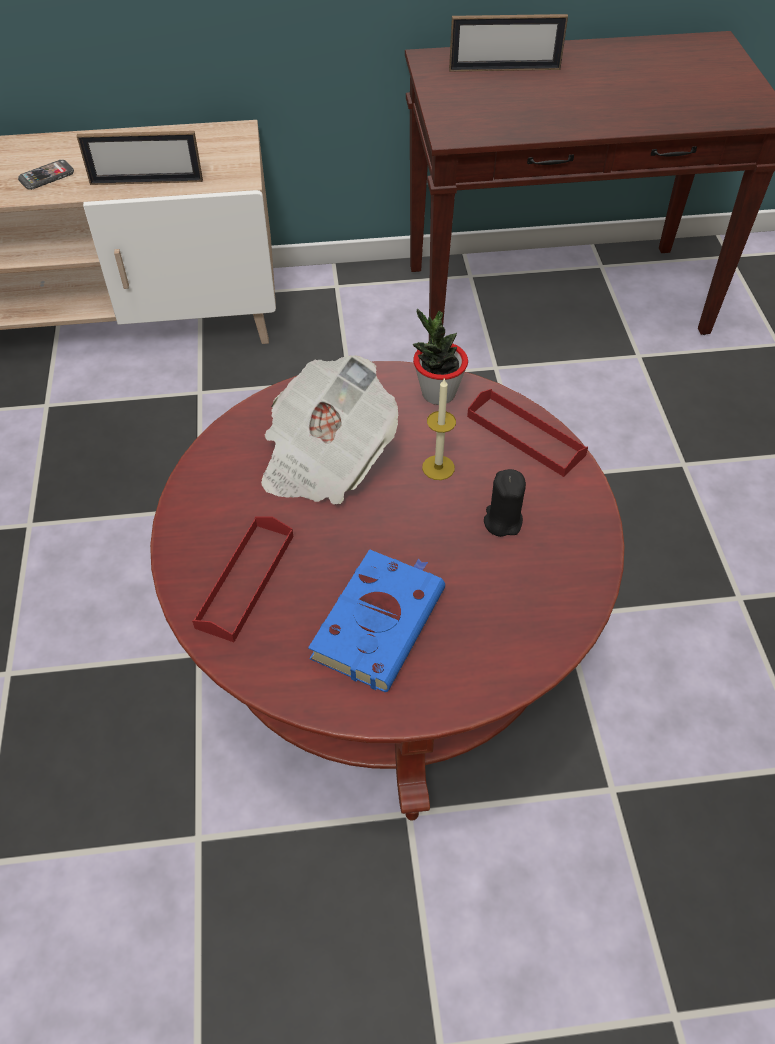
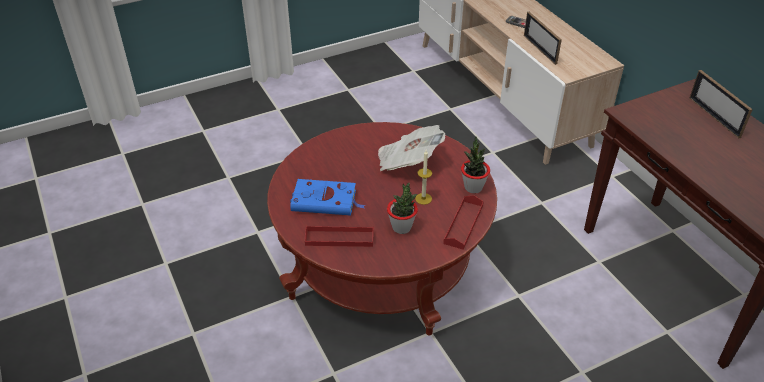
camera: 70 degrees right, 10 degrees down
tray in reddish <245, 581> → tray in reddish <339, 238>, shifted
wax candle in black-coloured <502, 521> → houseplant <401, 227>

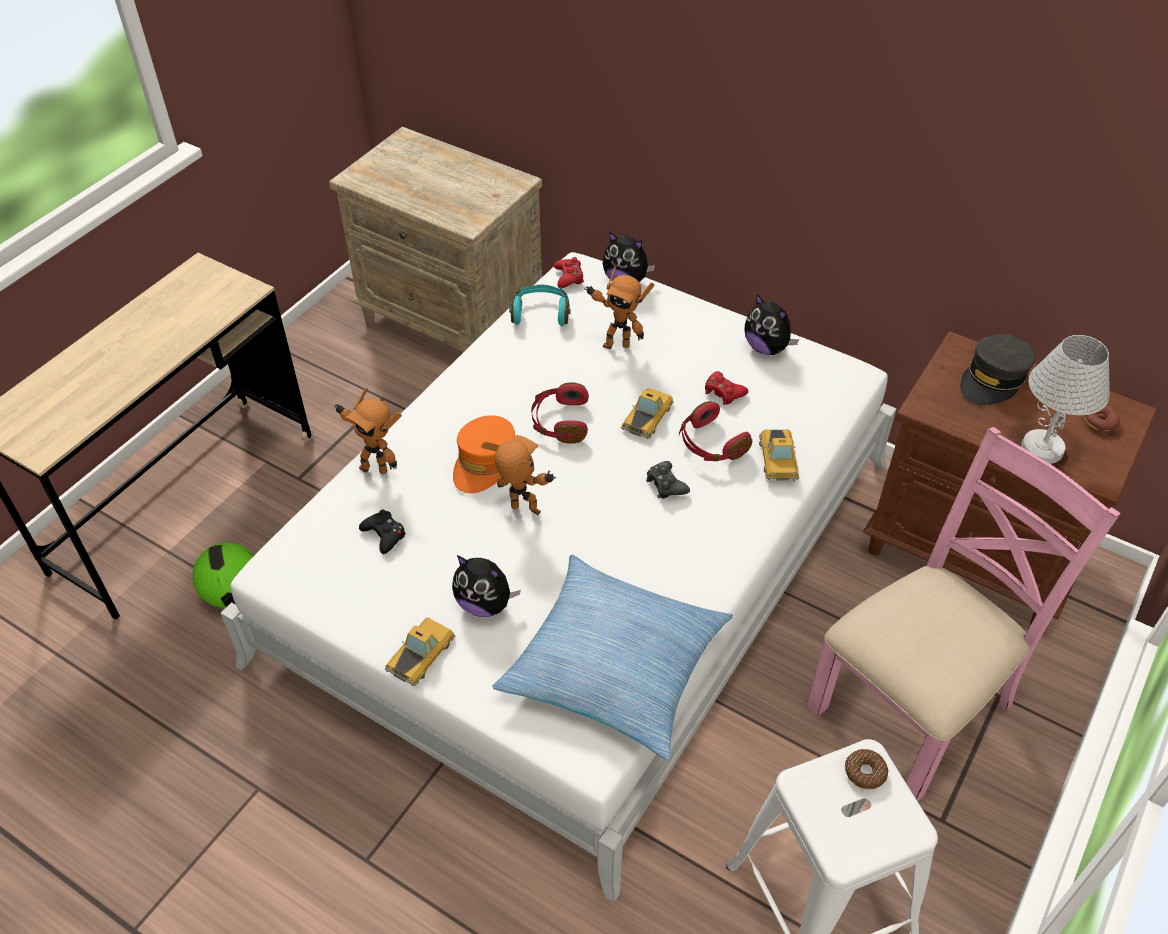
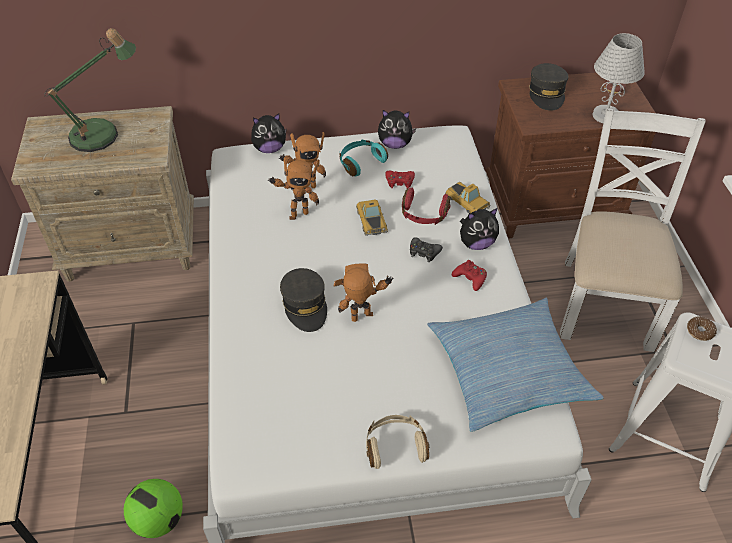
camera: 40 degrees left, 0 degrees up
gamepad in black-coloured <384, 535> → -
pair of headphones in reddish <560, 422> → -
- → table lamp <102, 134>
model robot <375, 467> → model robot <297, 214>, shifted
soft toy <485, 604> → soft toy <476, 243>, shifted
pair of headphones in turquoise <540, 313> → pair of headphones in turquoise <361, 162>, shifted
gamepad in reddish <569, 277> → gamepad in reddish <470, 278>, shifted
toy car <421, 653> → pair of headphones in beige <395, 446>
cap in orange-coloured <484, 462> → cap in greyish <305, 305>
chair in pink <913, 705> → chair in white-coloured <605, 302>

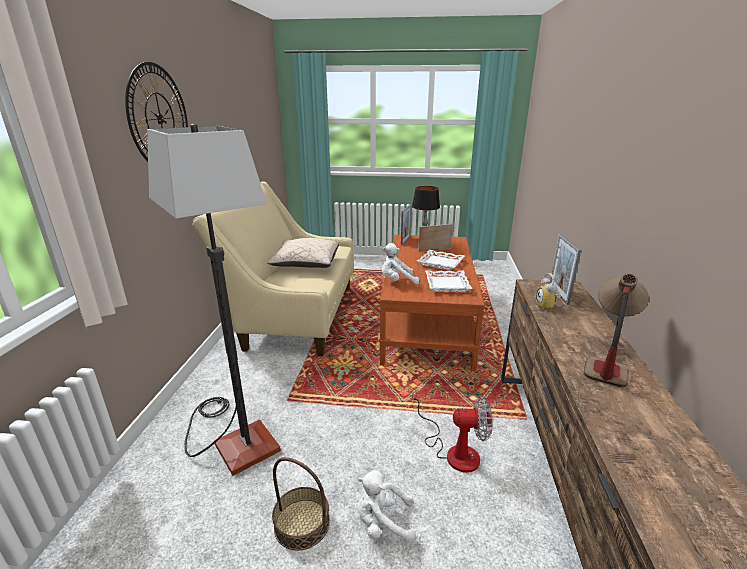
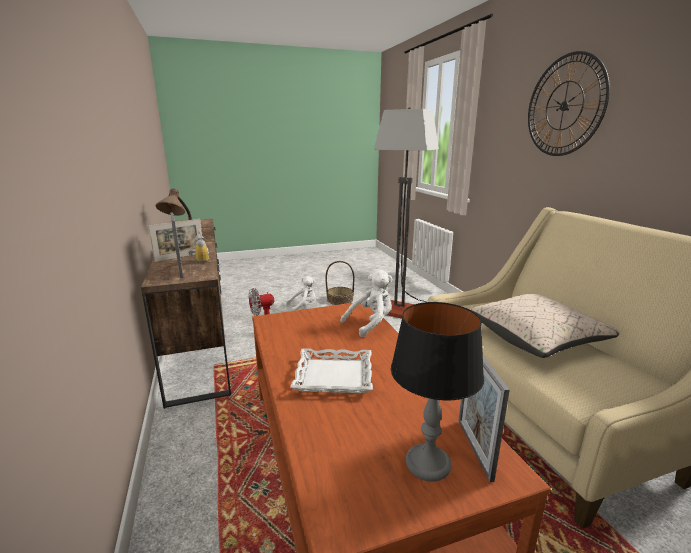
camera: 155 degrees right, 5 degrees down
tray in white-coloured <447, 284> → -
standing frame <434, 250> → standing frame <180, 257>, shifted

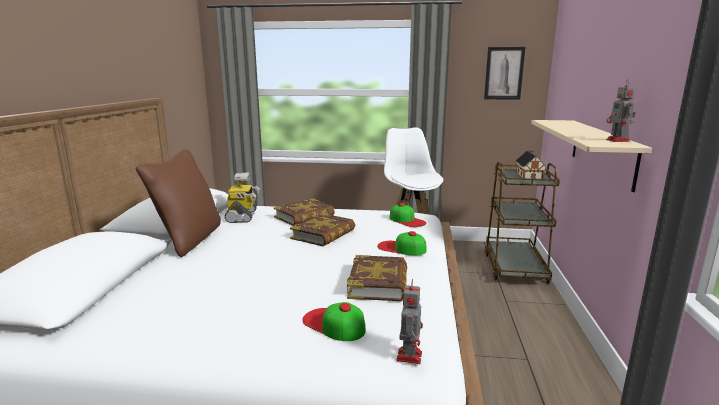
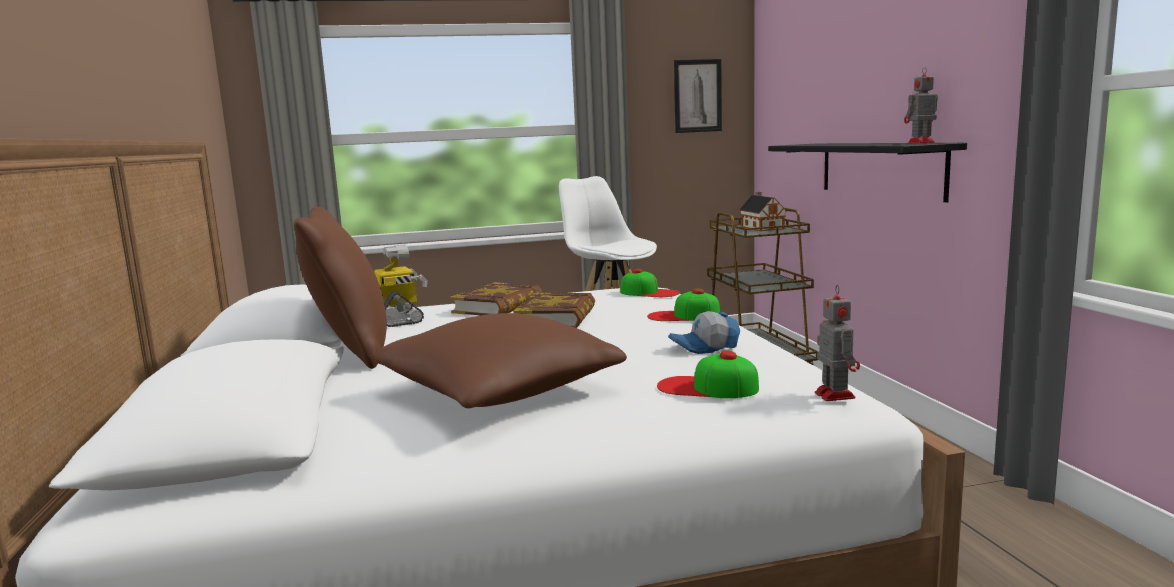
camera: 20 degrees left, 5 degrees down
- → throw pillow in brown-coloured <499, 391>
volume <378, 283> → cap <705, 347>
shelf in beige <602, 151> → shelf in black-coloured <880, 169>
model robot <618, 140> → model robot <919, 143>, 105 degrees clockwise

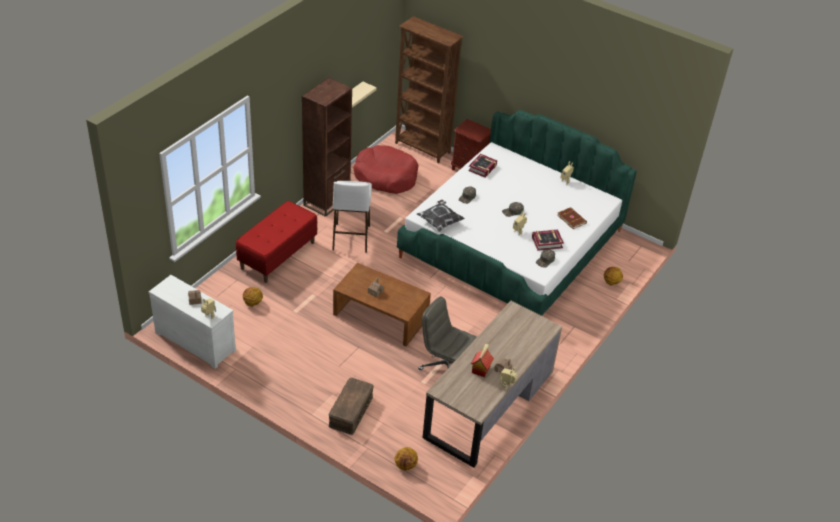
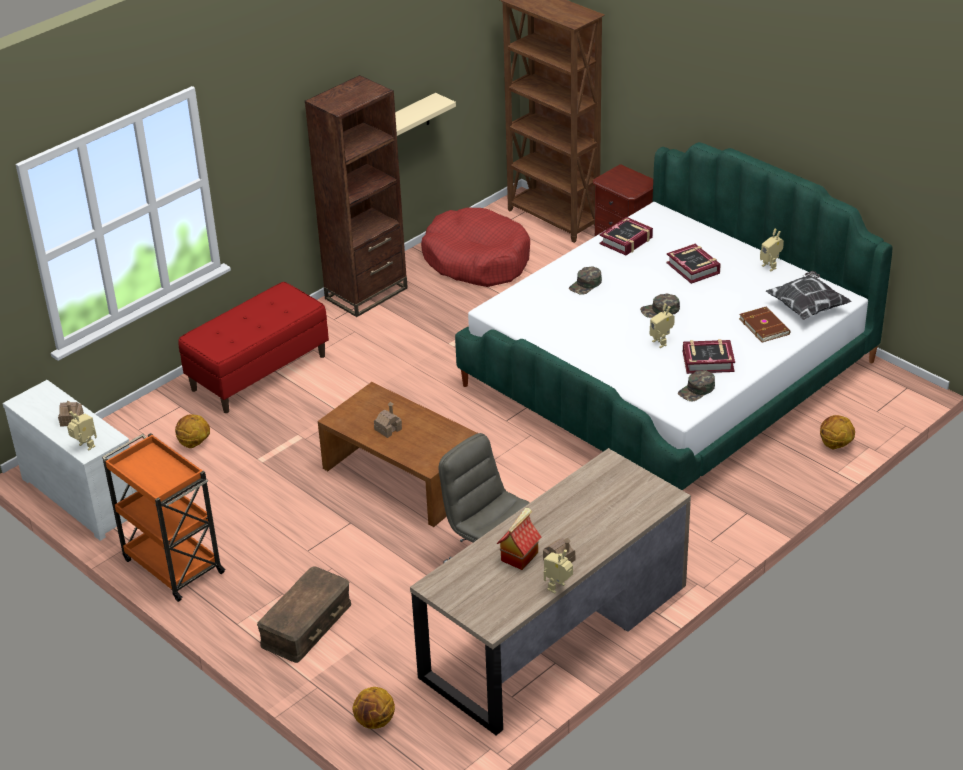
camera: 15 degrees right, 5 degrees down
stool seat in white-coloured <351, 238> → -
- → wheeled cart in orange-coloured <172, 565>
- → volume <693, 268>
throw pillow <439, 222> → throw pillow <807, 307>, shifted

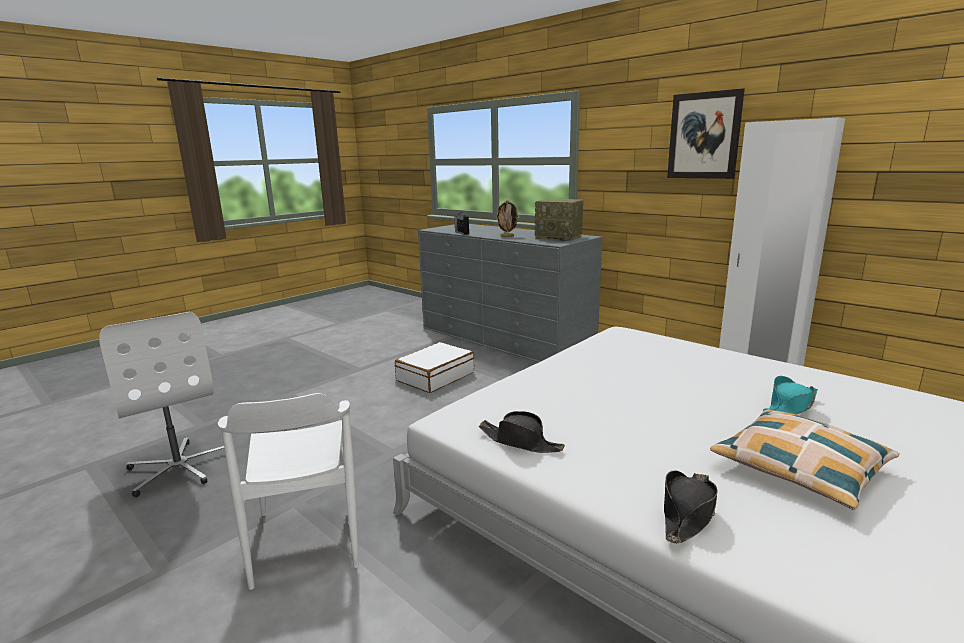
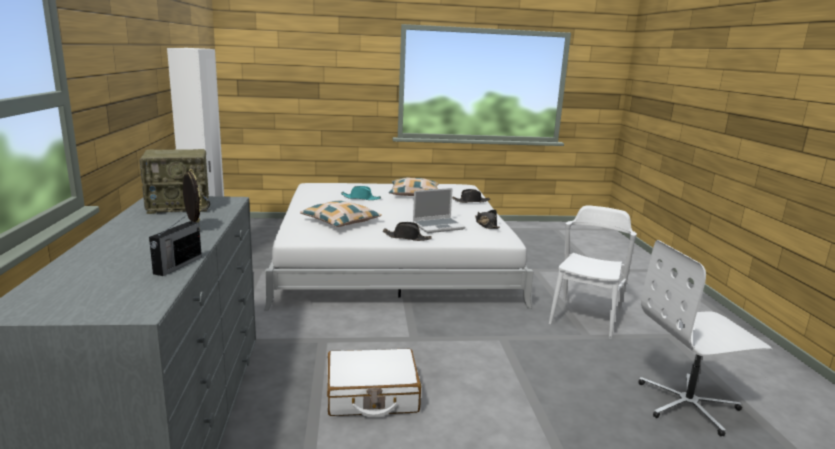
camera: 140 degrees left, 0 degrees up
picture <704, 136> → -
- → throw pillow <341, 221>
- → hat in black-coloured <407, 237>
- → portable computer <438, 226>
office chair in white-coloured <180, 467> → office chair in white-coloured <688, 404>, 105 degrees counterclockwise
radio set <559, 237> → radio set <180, 206>, 90 degrees clockwise

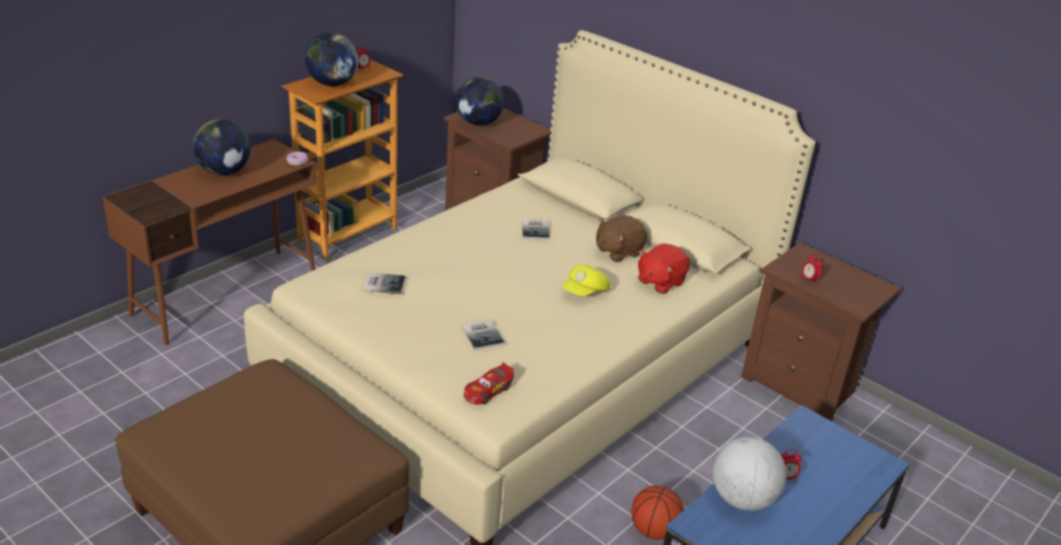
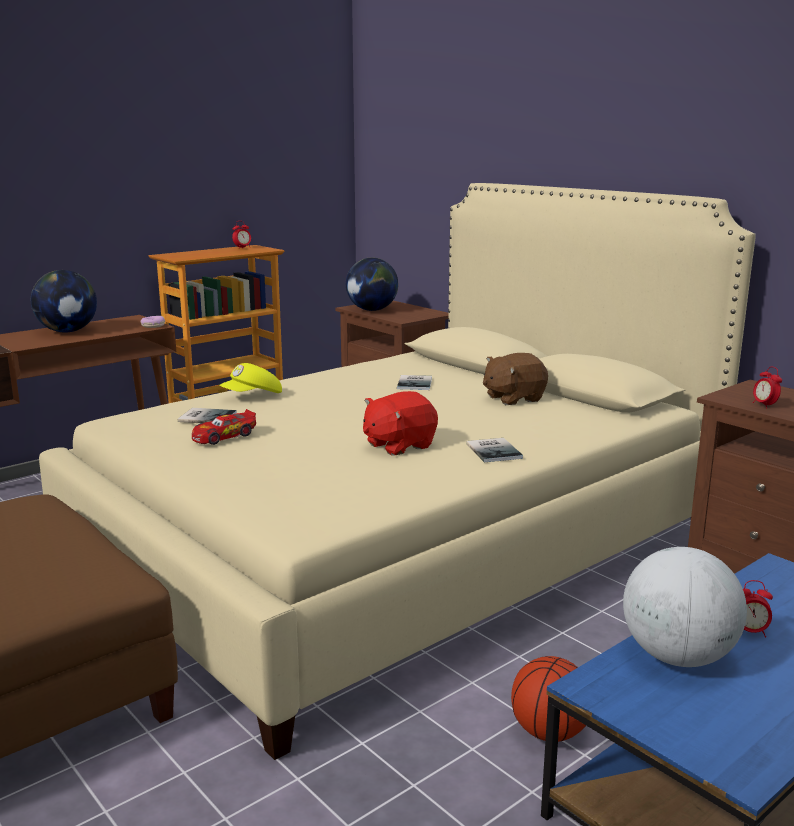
camera: 10 degrees right, 15 degrees down
world globe <332, 84> → -
volume <483, 334> → volume <495, 450>, shifted
toy car <487, 391> → toy car <223, 436>, shifted
cap in yellowish <586, 292> → cap in yellowish <252, 396>, shifted
soft toy in reddish <660, 282> → soft toy in reddish <398, 445>, shifted

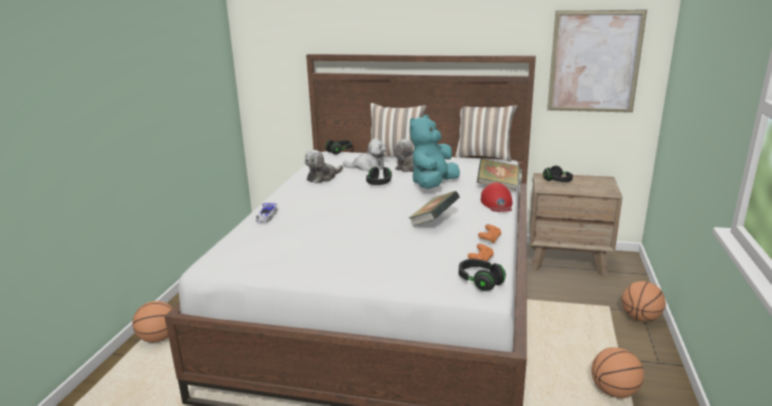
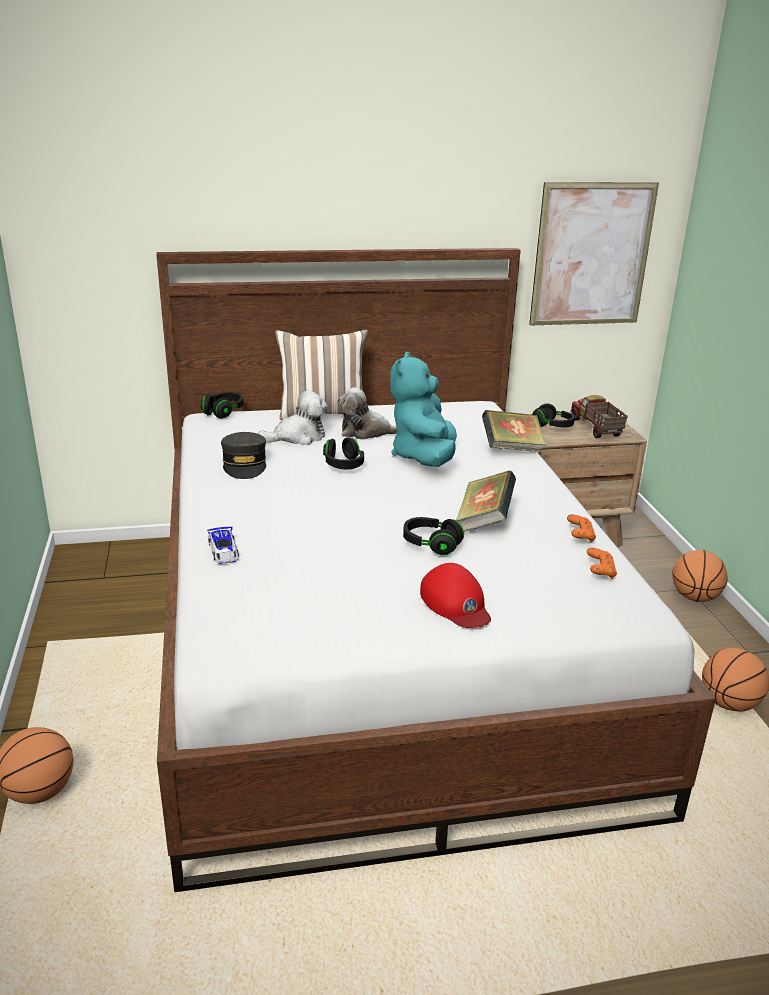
camera: 25 degrees left, 5 degrees up
throw pillow <484, 156> → -
- → toy truck <595, 428>
pair of headphones in black-coloured <480, 282> → pair of headphones in black-coloured <431, 545>, shifted
cap in reddish <497, 203> → cap in reddish <455, 603>, shifted
soft toy <323, 177> → cap in greyish <244, 465>

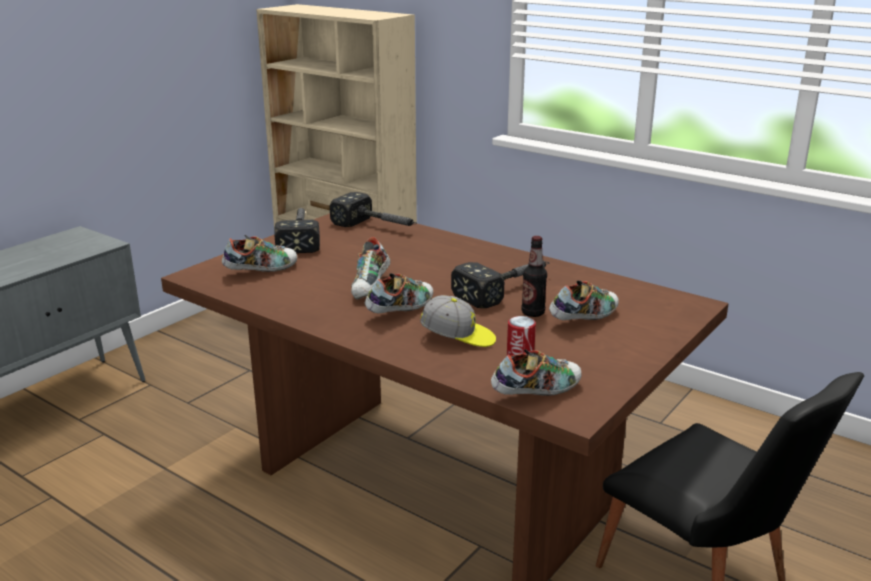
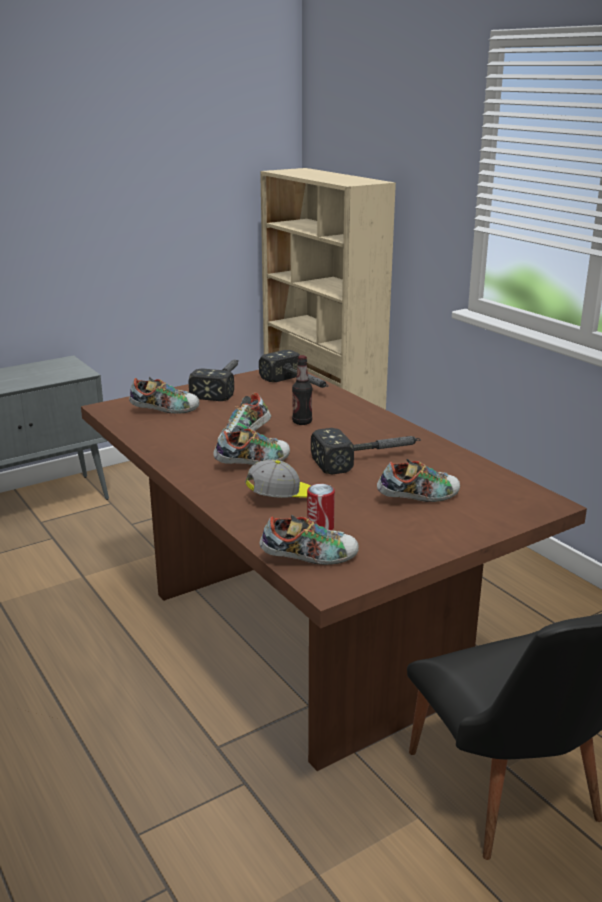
camera: 20 degrees right, 0 degrees up
drink bottle <533, 313> → drink bottle <302, 422>, shifted
cap <458, 337> → cap <282, 497>, 60 degrees counterclockwise

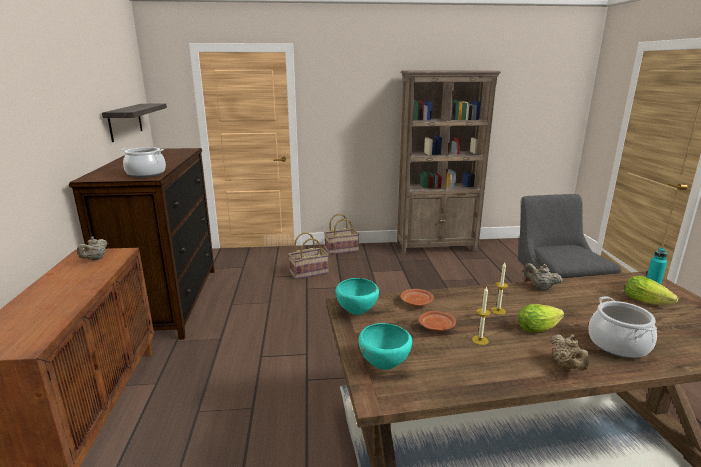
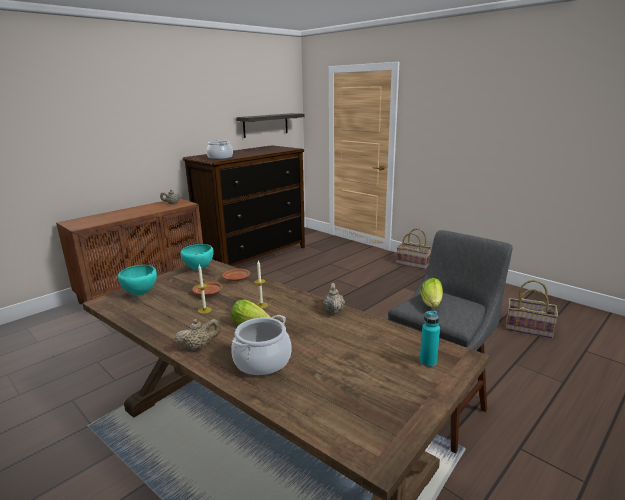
camera: 50 degrees right, 0 degrees up
bookcase in brown-coloured <437, 247> → -
household basket <309, 272> → household basket <528, 328>, shifted
head of lettuce <648, 302> → head of lettuce <431, 304>, shifted
teapot in beige <567, 366> → teapot in beige <199, 346>, 150 degrees counterclockwise

